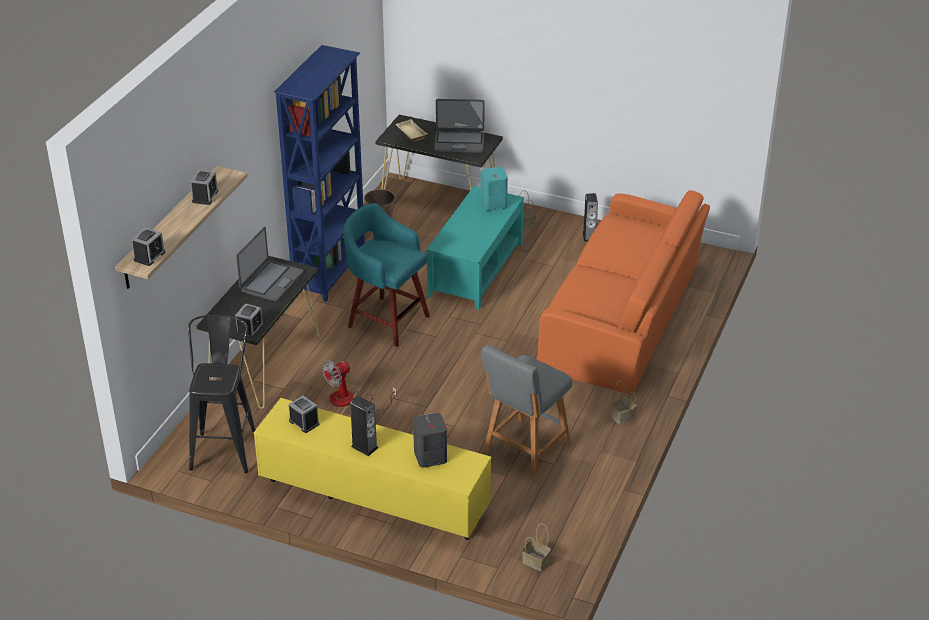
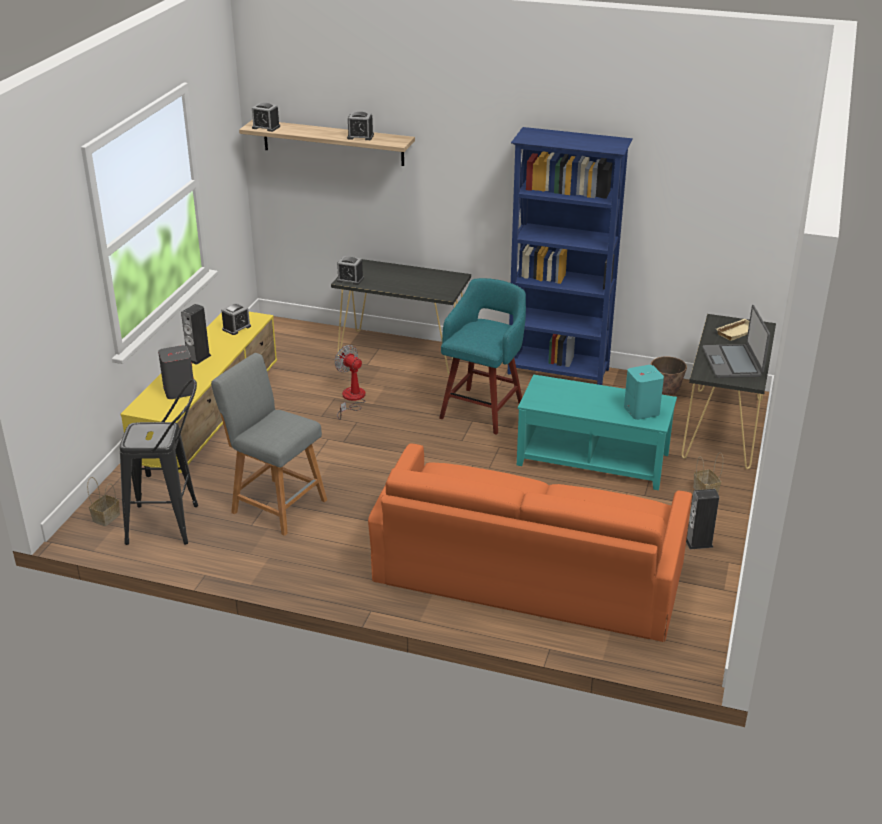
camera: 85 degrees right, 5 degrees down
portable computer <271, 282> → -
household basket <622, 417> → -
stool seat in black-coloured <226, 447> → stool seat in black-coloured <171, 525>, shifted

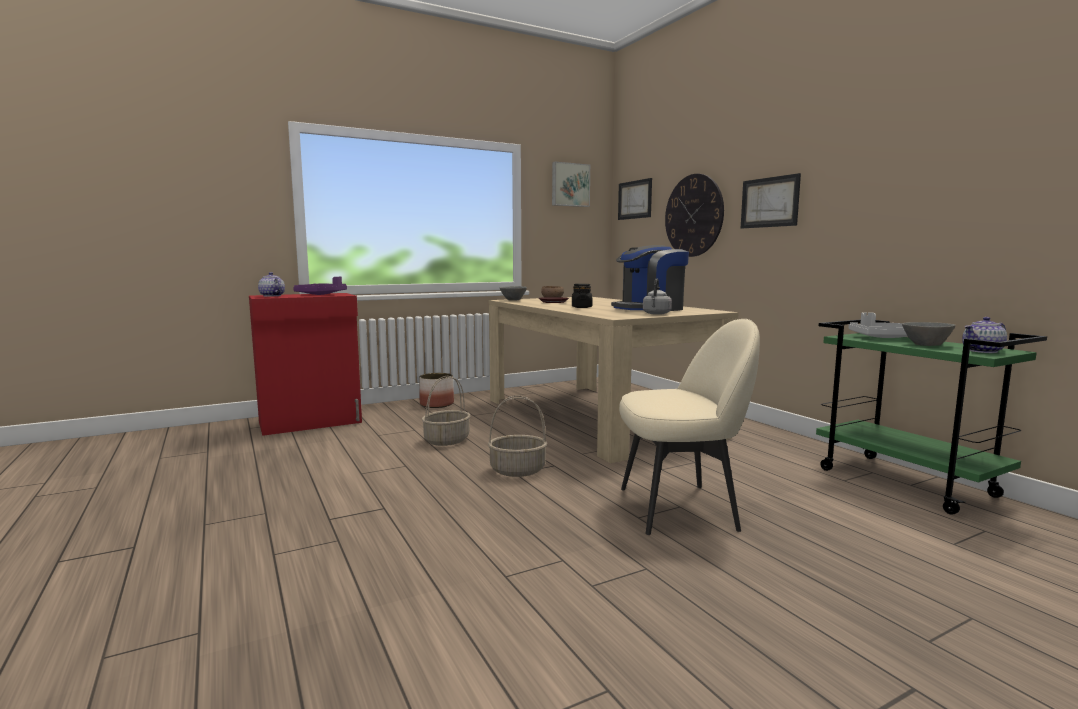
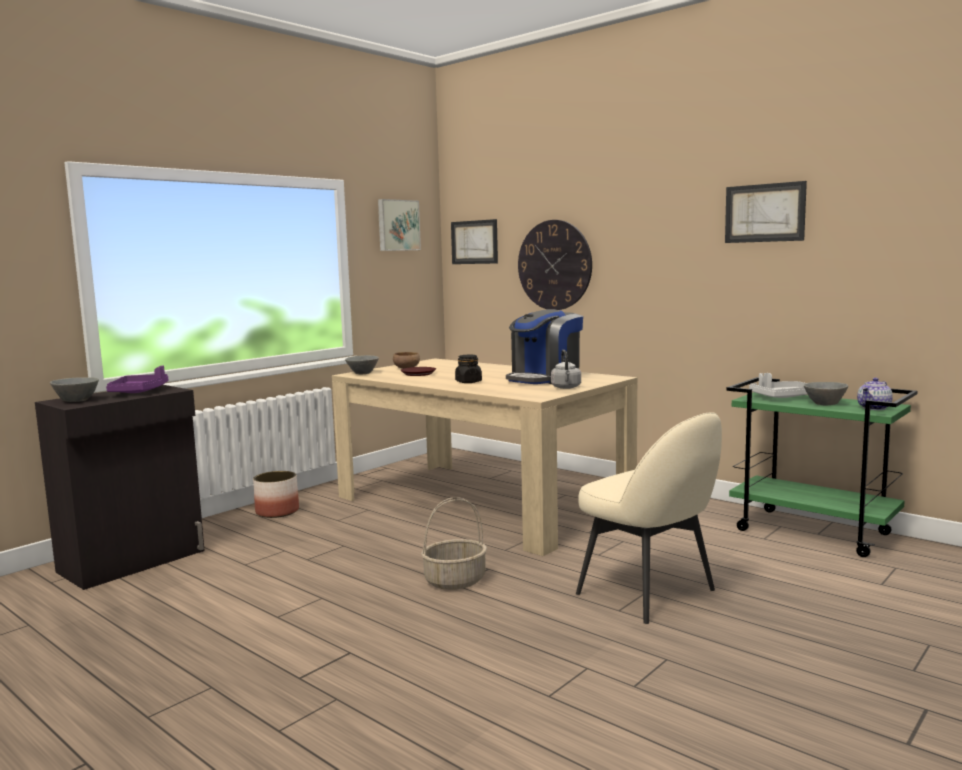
camera: 20 degrees left, 0 degrees up
household basket <447, 440> → -
picture <769, 202> → picture <764, 213>, shifted
teapot <272, 296> → deep dish in greyish <76, 400>
cupboard in reddish <311, 423> → cupboard in black-coloured <134, 561>
chair in beige <680, 508> → chair in beige <648, 593>, 75 degrees clockwise

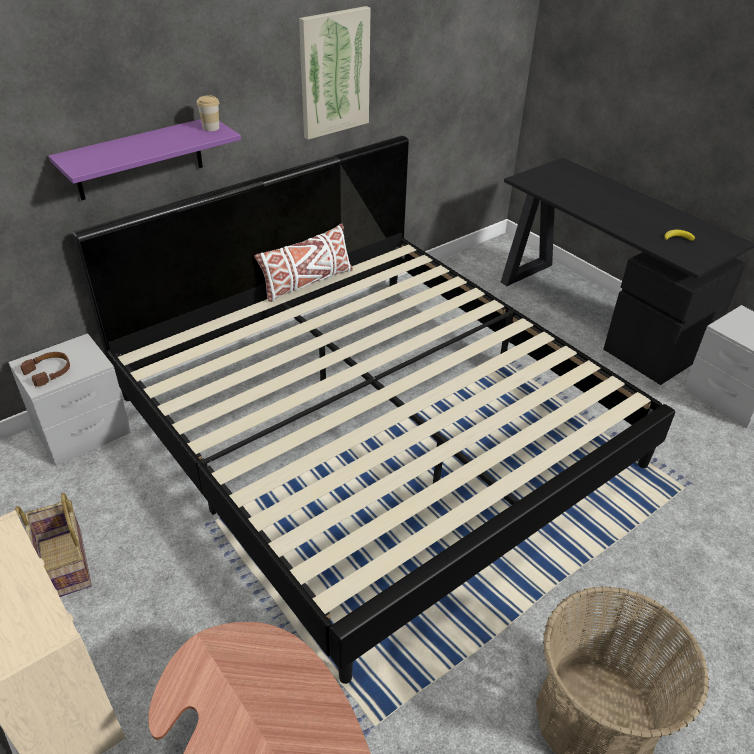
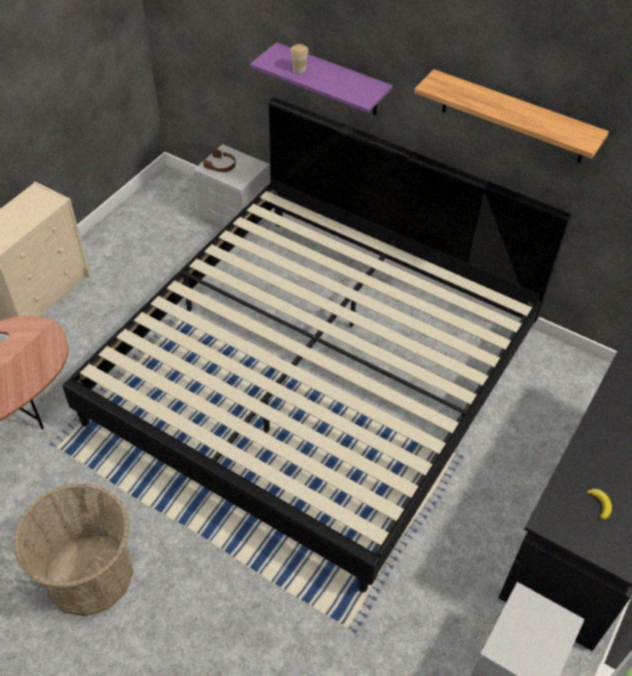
camera: 70 degrees right, 10 degrees up
household basket <63, 564> → -
throw pillow in white-coloured <307, 283> → -
small cup <211, 128> → small cup <299, 69>, shifted
picture <334, 73> → shelf <513, 117>

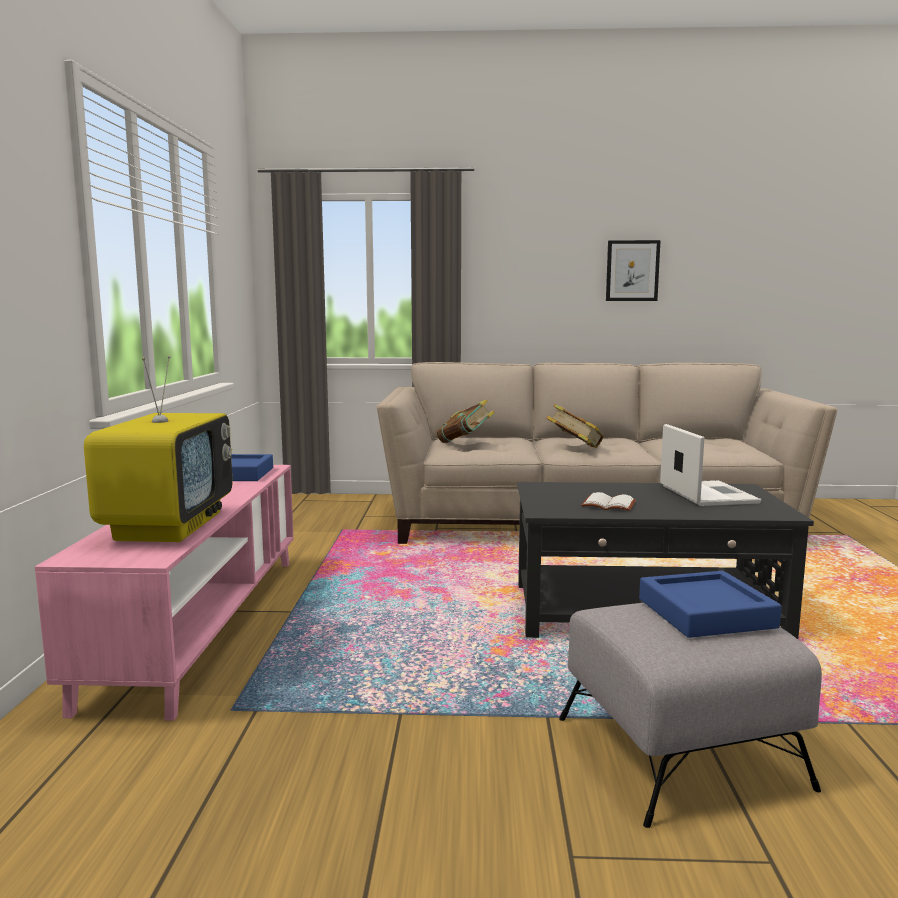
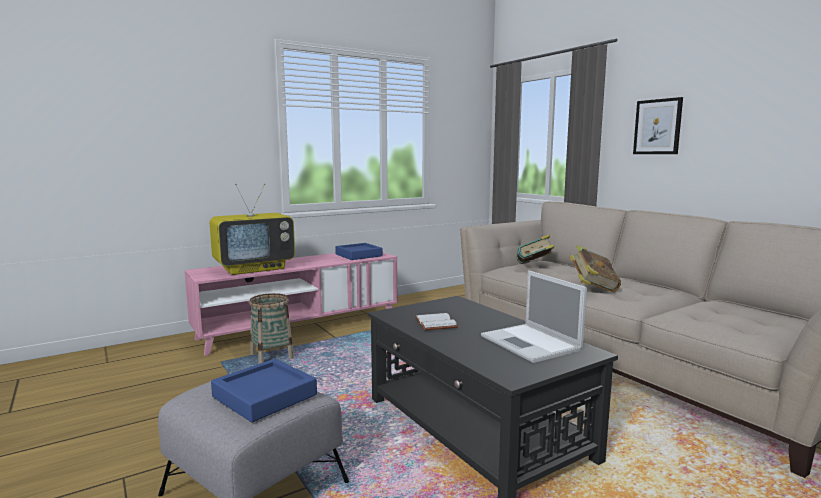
camera: 55 degrees right, 0 degrees up
- → household basket <272, 356>
picture <632, 270> → picture <657, 127>, shifted
portable computer <706, 494> → portable computer <531, 344>, 105 degrees clockwise

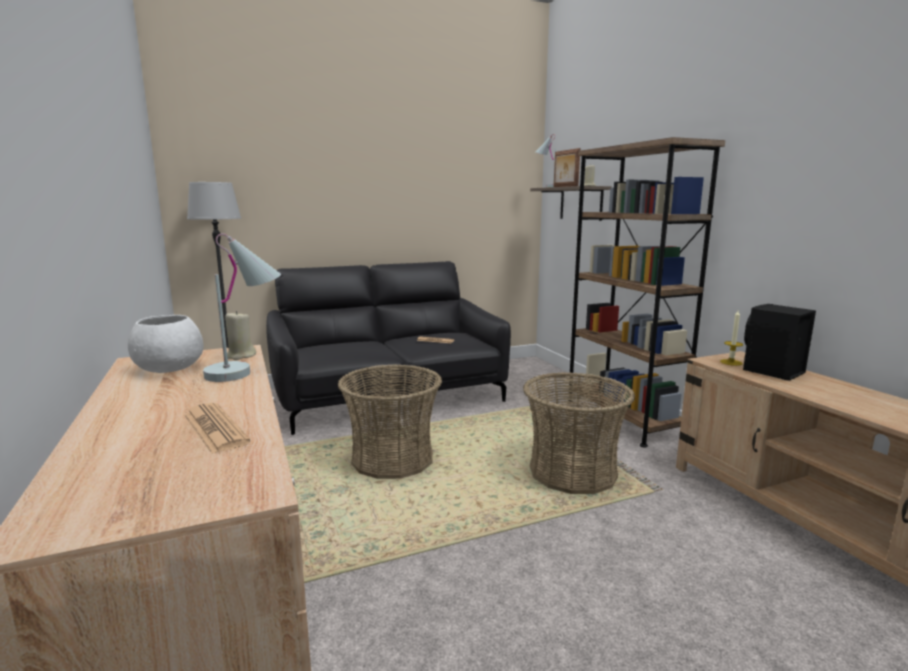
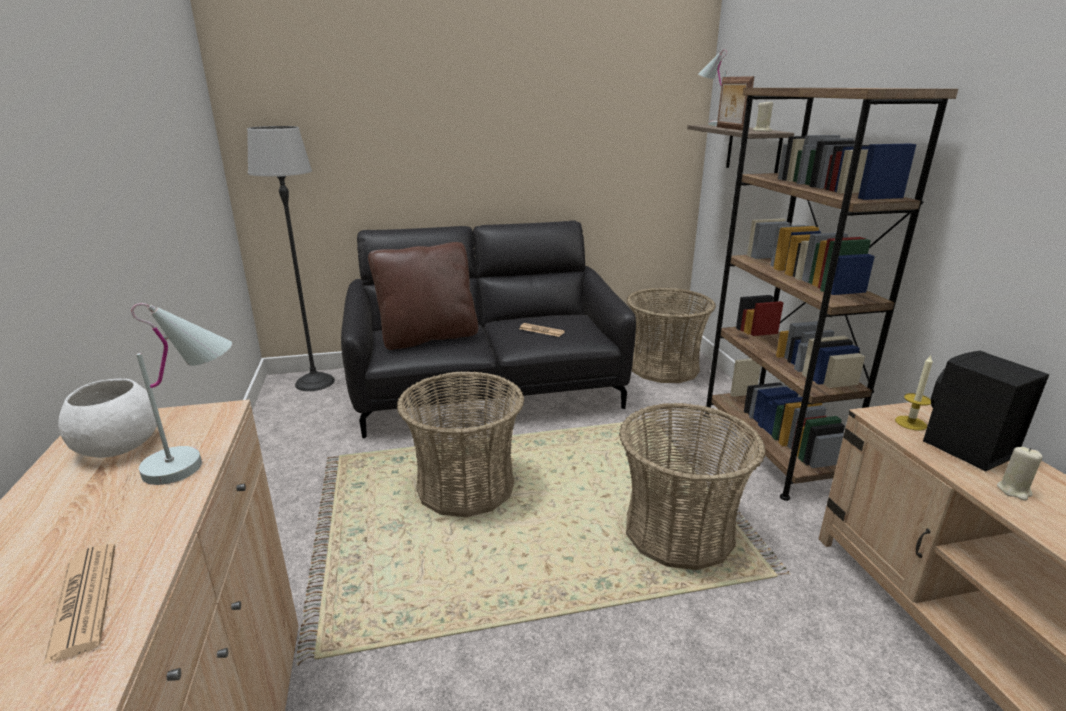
camera: 10 degrees right, 10 degrees up
- → throw pillow in brown-coloured <428, 337>
- → household basket <664, 368>
wax candle in beige <240, 356> → wax candle in beige <1014, 490>, shifted

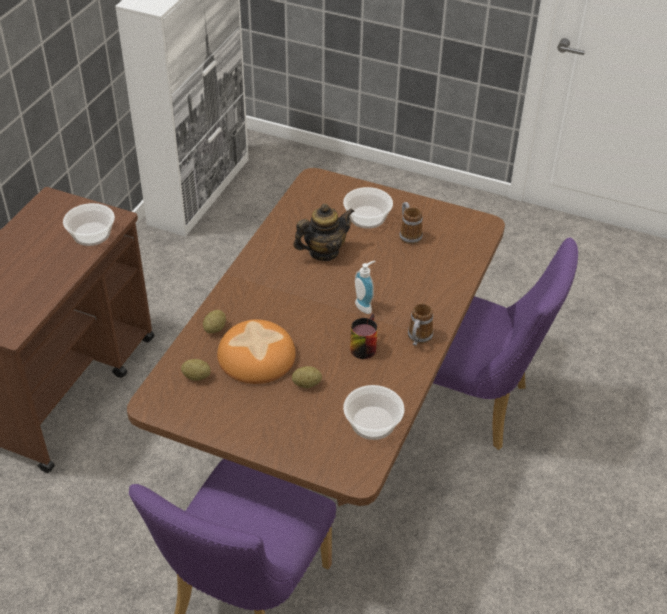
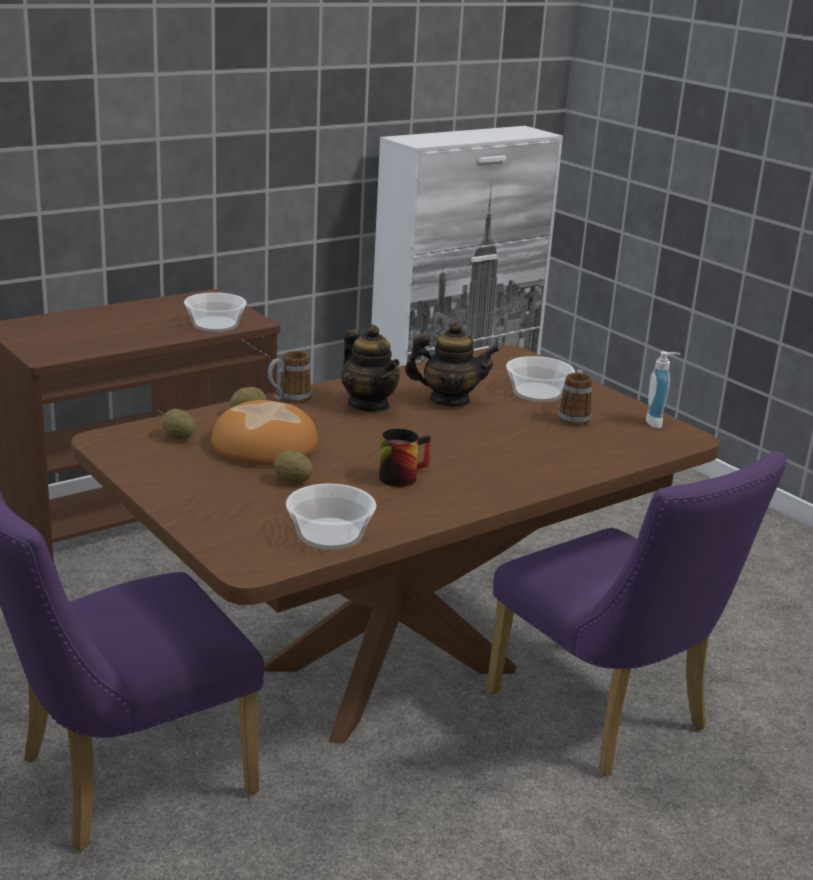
camera: 30 degrees right, 20 degrees down
- → teapot <369, 405>
soap dispenser <365, 306> → soap dispenser <657, 422>, shifted
mug <418, 339> → mug <289, 399>, shifted

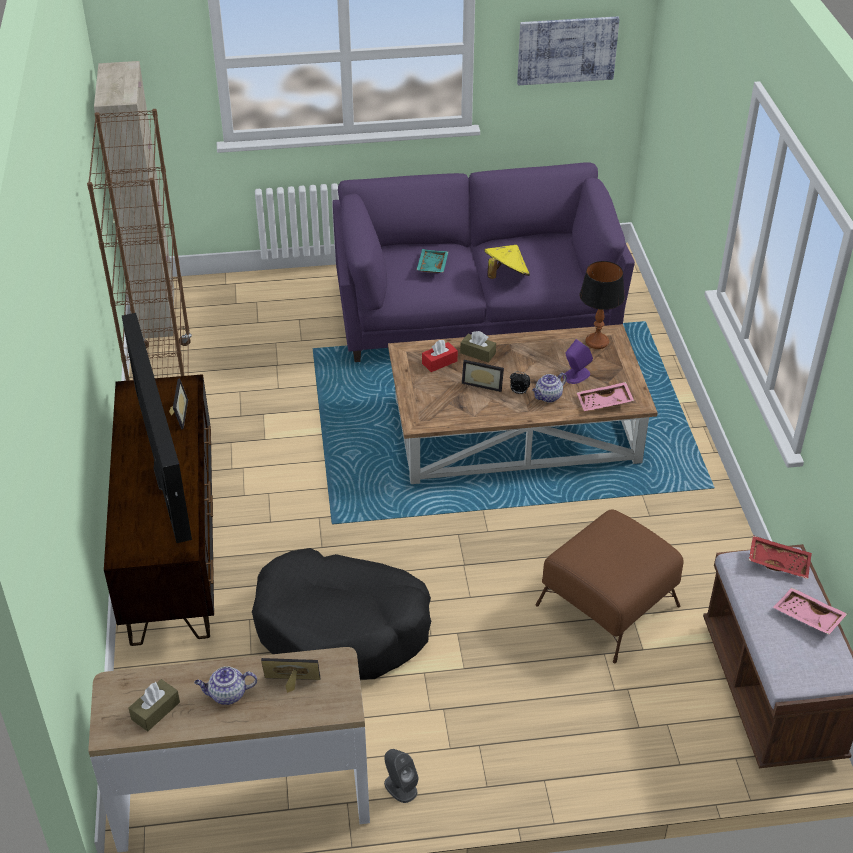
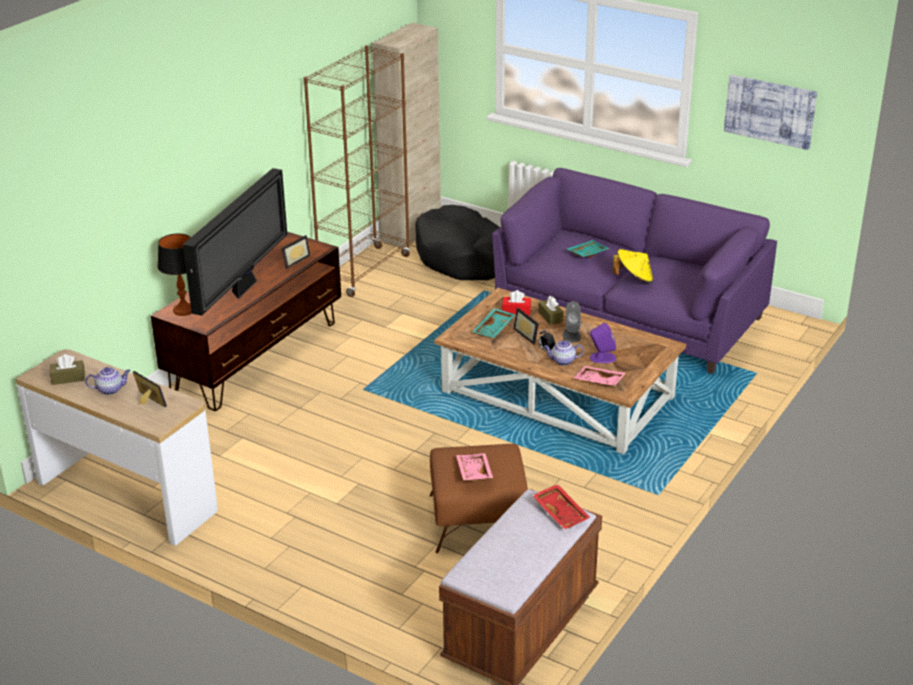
camera: 40 degrees right, 10 degrees down
- → tray in turquoise <494, 329>
dog bed in black-coloured <342, 628> → dog bed in black-coloured <466, 258>, shifted
audio speaker in greyish <400, 787> → audio speaker in greyish <571, 335>, shifted
table lamp <597, 342> → table lamp <184, 310>, shifted
tray in pink <807, 617> → tray in pink <473, 472>, shifted
teapot <227, 695> → teapot <110, 389>, 135 degrees clockwise

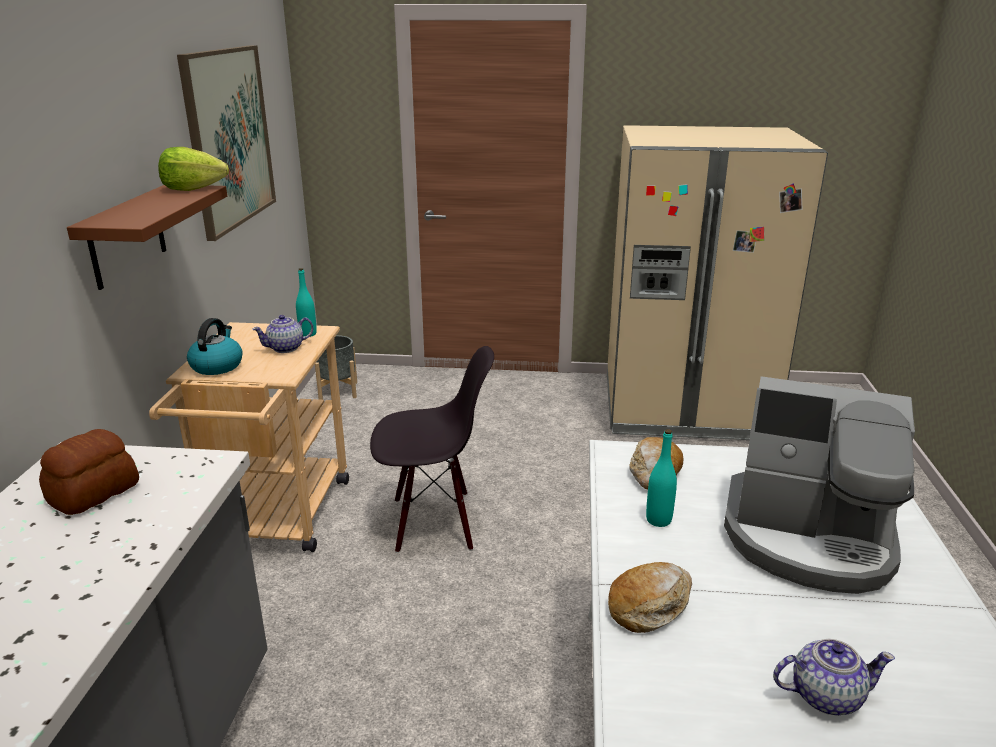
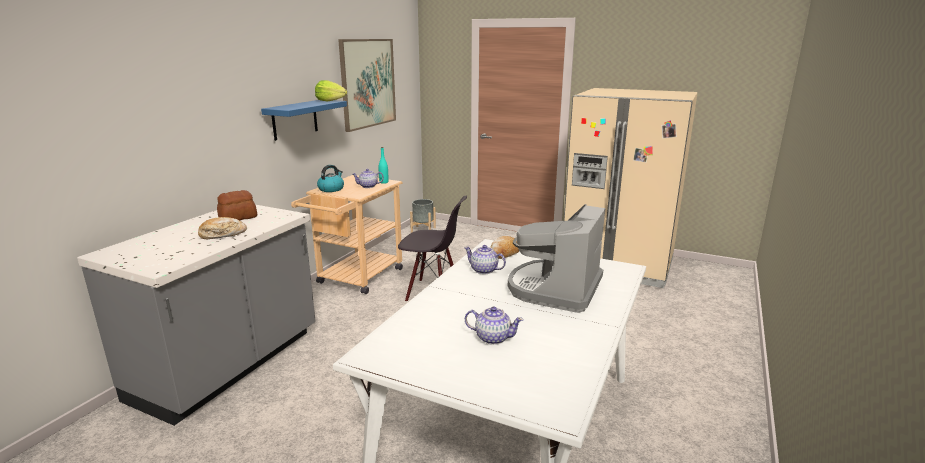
camera: 20 degrees right, 5 degrees down
bread <650, 605> → bread <222, 234>, shifted
drink bottle in turquoise <658, 520> → teapot <484, 270>
shelf in brown-coloured <127, 236> → shelf in blue <295, 119>
coffee brewer <809, 539> → coffee brewer <555, 289>, 75 degrees clockwise

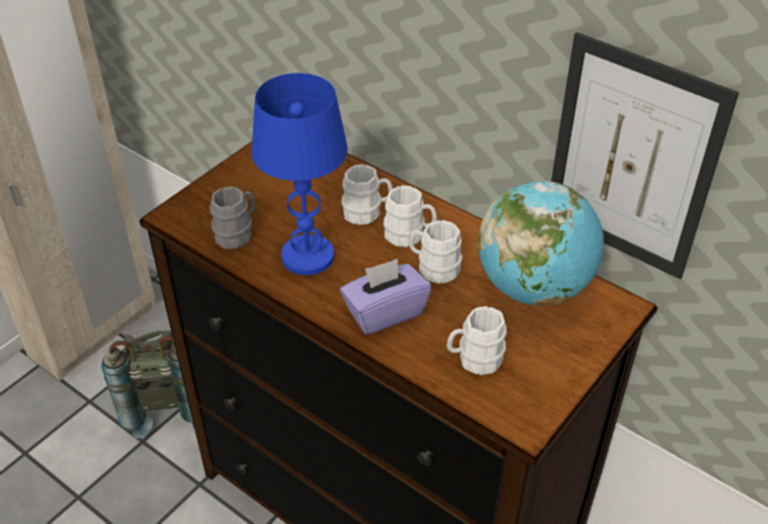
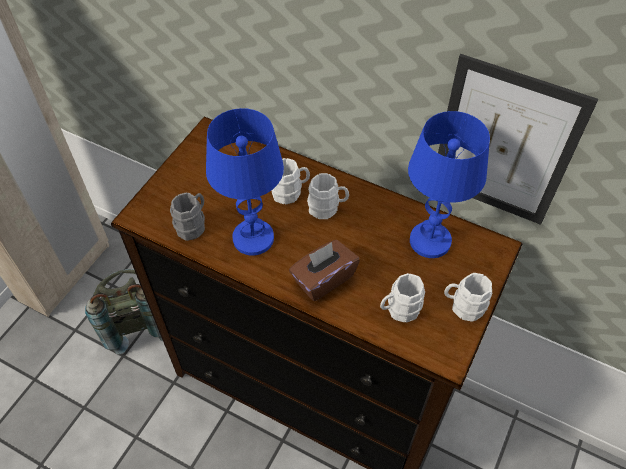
camera: 10 degrees left, 10 degrees up
mug in white-coloured <434, 268> → mug in white-coloured <463, 306>, shifted
world globe <534, 287> → table lamp in blue <430, 241>
box of tissues in purple-coloured <384, 312> → box of tissues in brown-coloured <323, 279>

